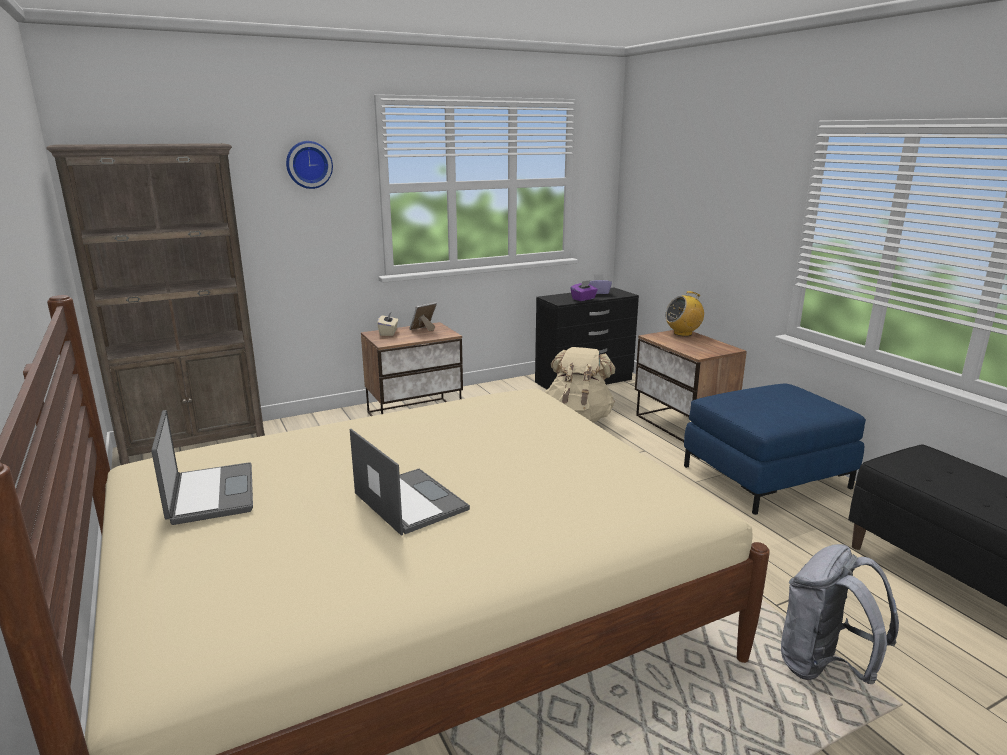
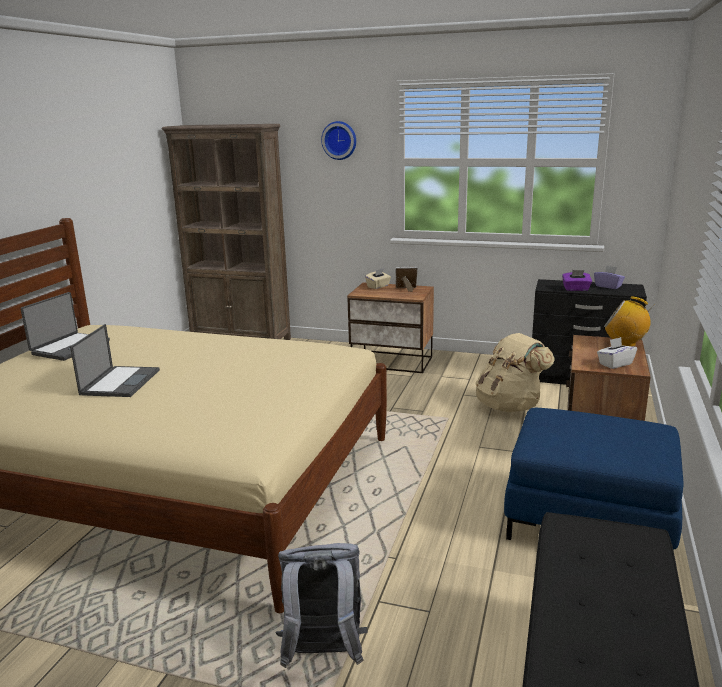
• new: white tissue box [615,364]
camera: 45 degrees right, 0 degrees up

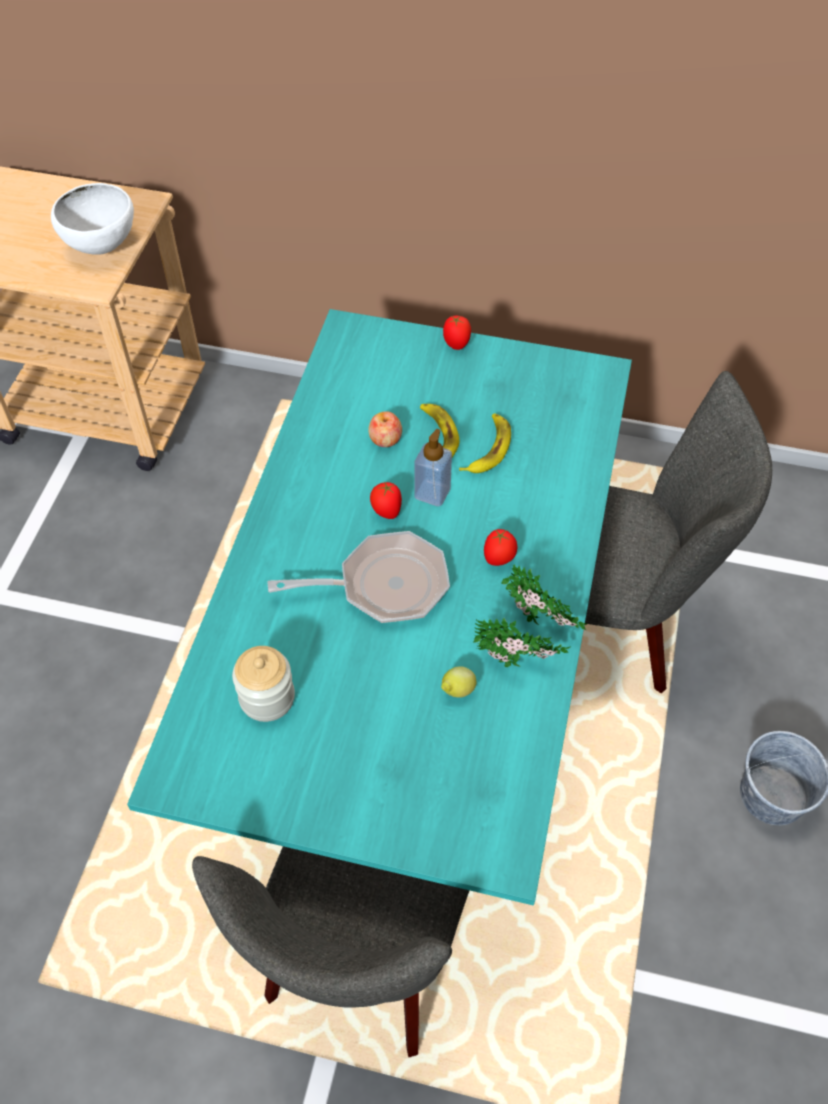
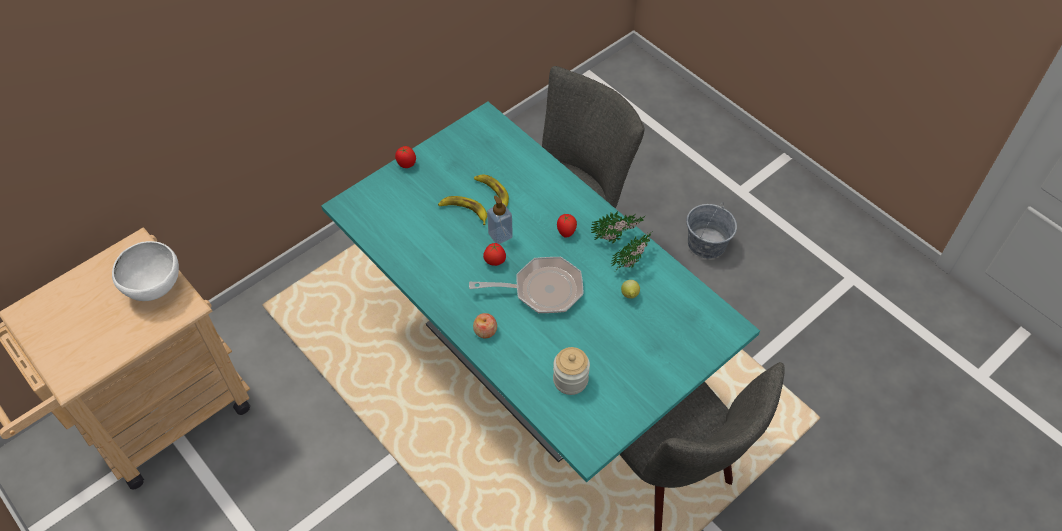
• rotated: frying pan [384,585] = [542,290] 60 degrees clockwise
• shifted: apple [385,438] to [485,331]
camera: 55 degrees left, 0 degrees up

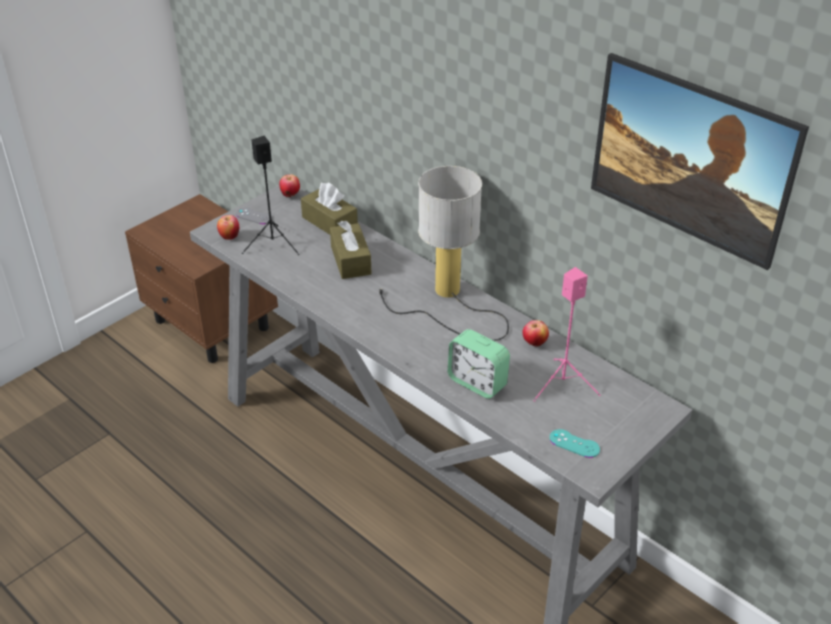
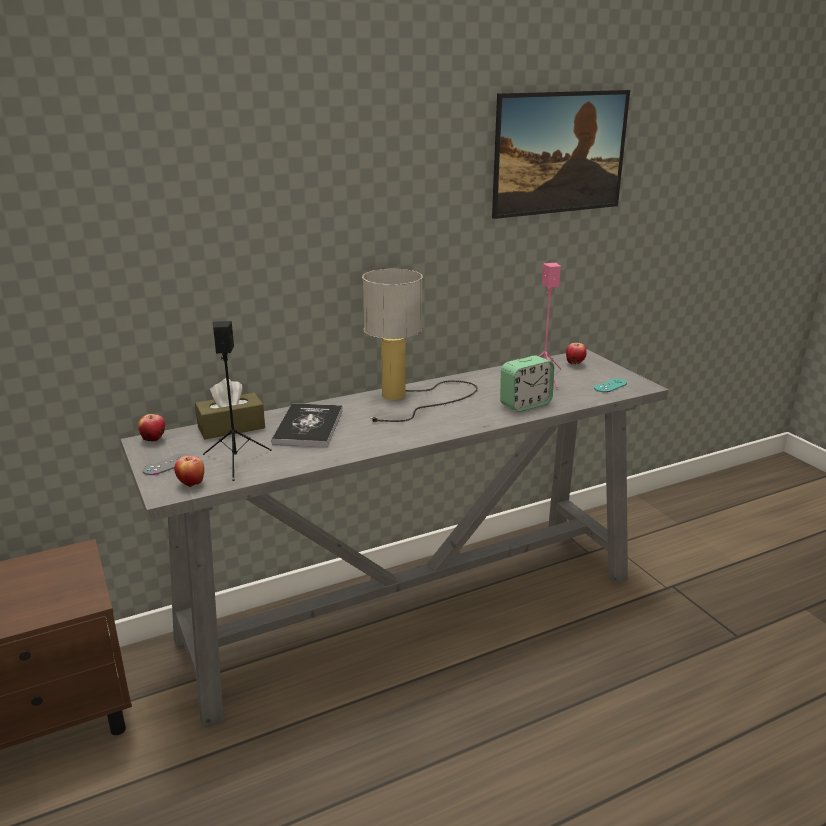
• swapped: brown tissue box [350,260] to book [308,427]
• shifted: apple [534,344] to [575,364]
camera: 70 degrees left, 15 degrees down

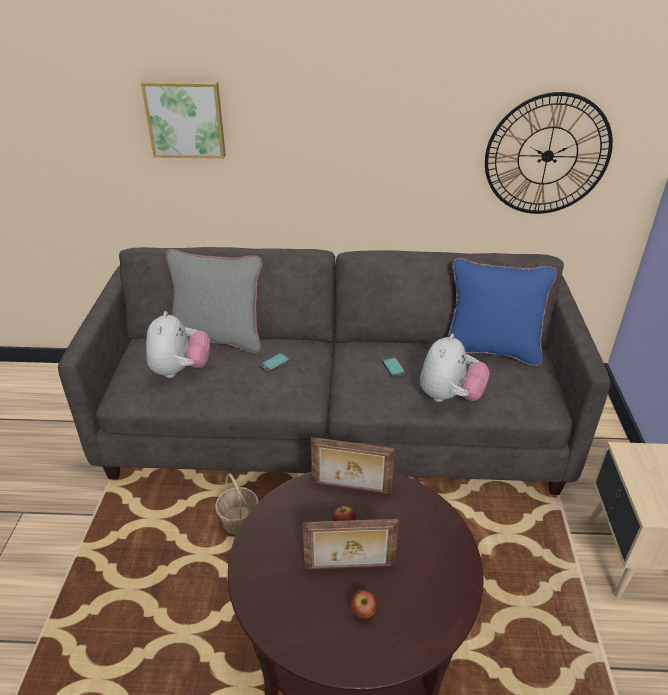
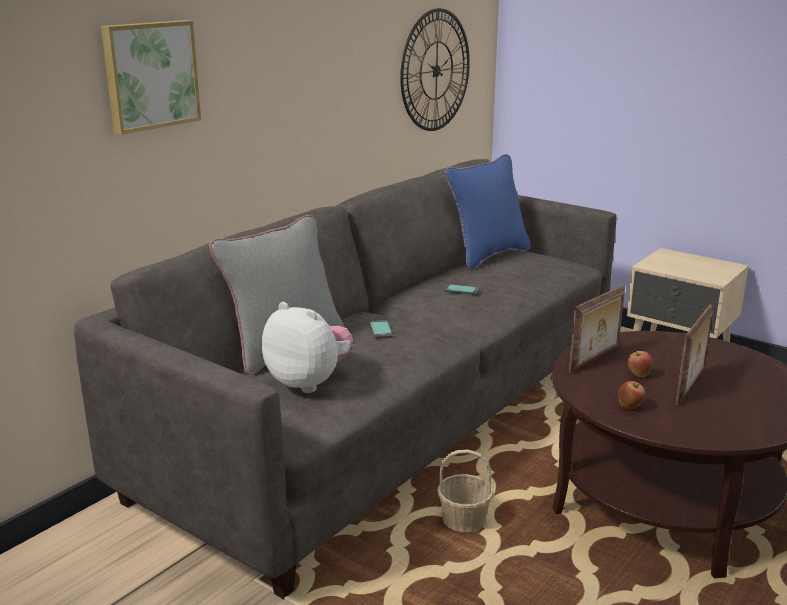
• shifted: apple [363,612] to [630,407]
• gone: plush toy [449,396]
camera: 55 degrees left, 15 degrees down

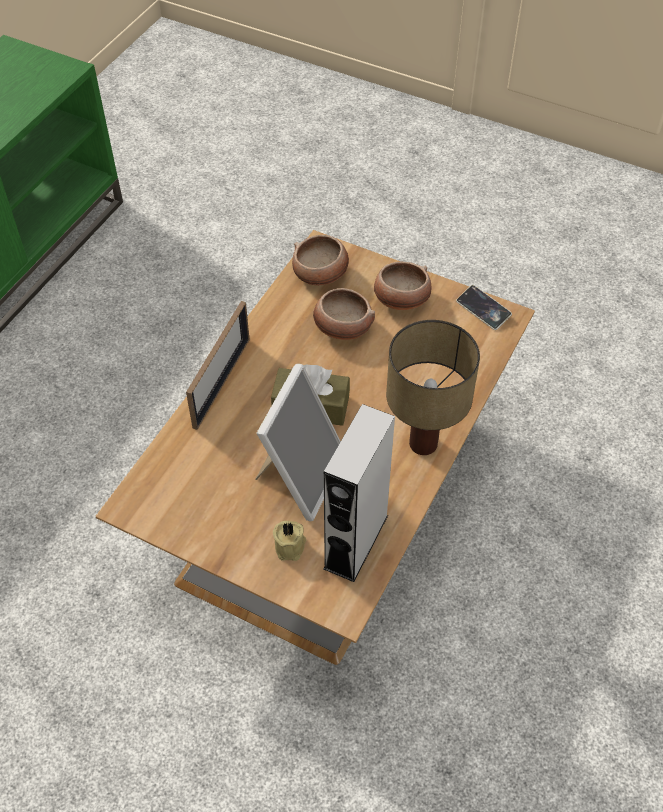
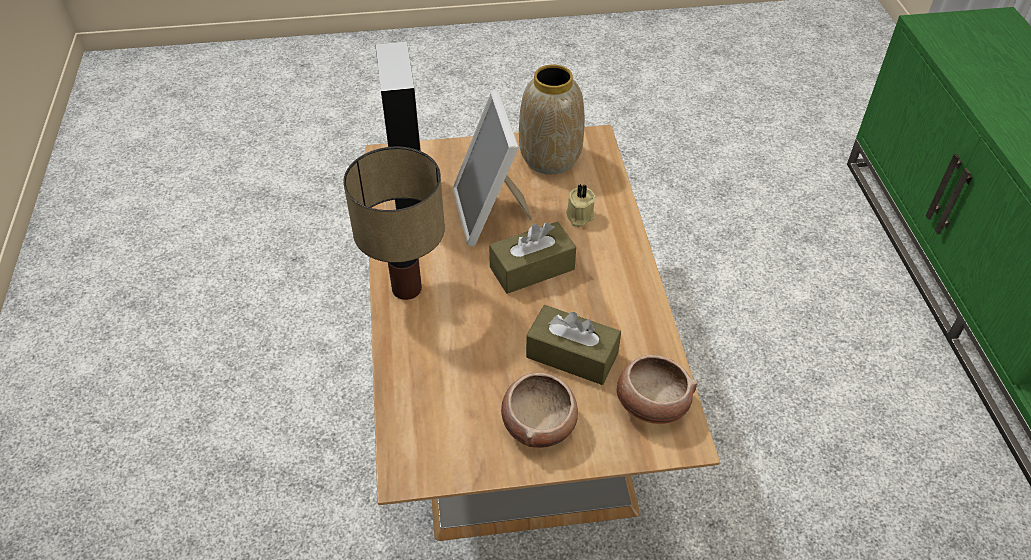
• gone: picture frame [221,382]
• shifted: beige candle [291,546] to [579,216]
• swapped: bowl [342,328] to brown tissue box [572,355]
• gone: phone [483,310]
• new: vase [549,158]
camera: 145 degrees right, 5 degrees down

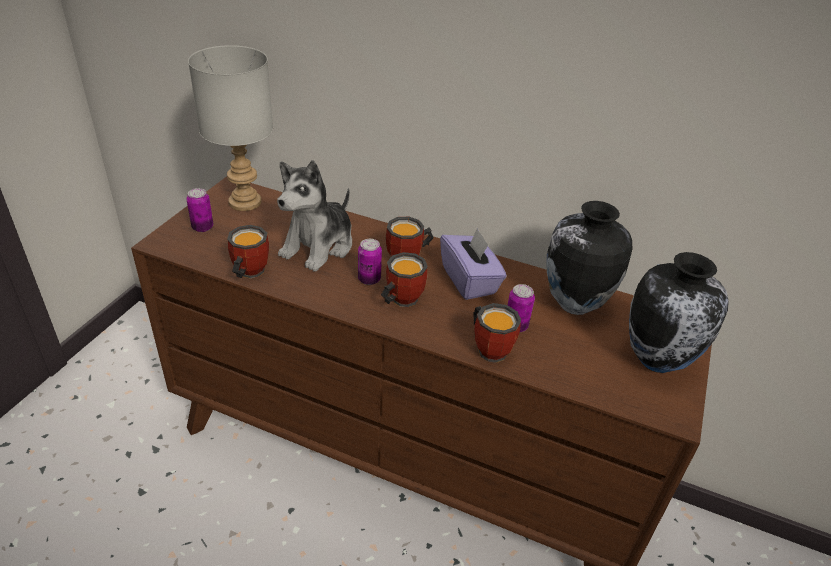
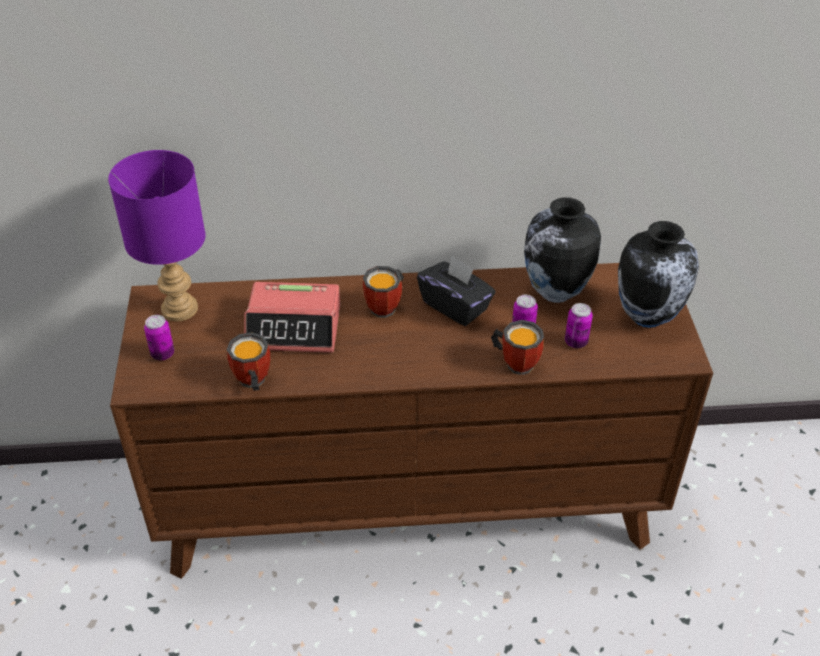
• repainted: grey table lamp [244,201] to purple table lamp [178,308]
• swapped: plush toy [319,246] to alarm clock [294,327]
• shifted: can [369,279] to [576,342]
• gone: mug [399,300]
• repainted: purple tissue box [469,280] to black tissue box [455,306]
camera: 25 degrees left, 5 degrees up

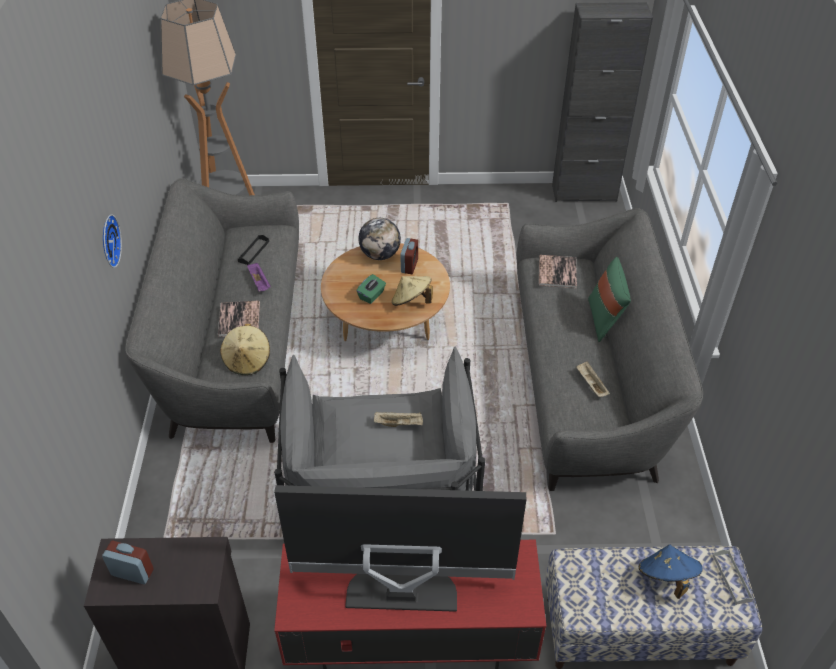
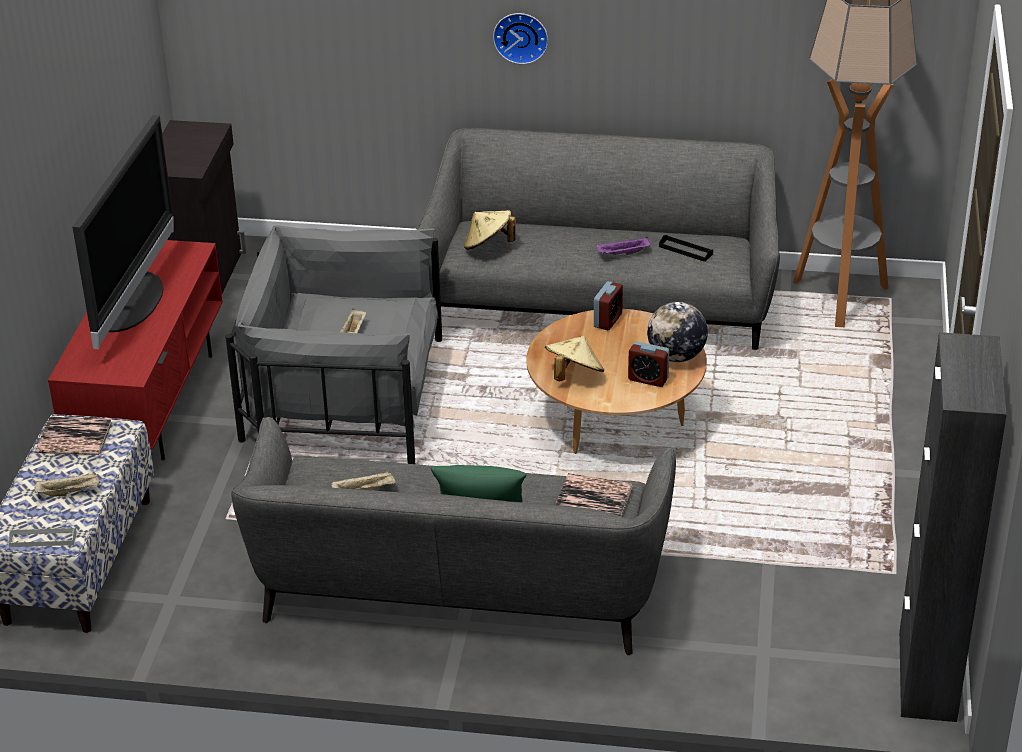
• shifted: alarm clock [132,572] to [608,320]
• shifted: book [239,319] to [74,438]
• gone: green tissue box [372,295]
• swapped: blue hat [666,577] to beige tray [69,492]
camera: 100 degrees right, 10 degrees down

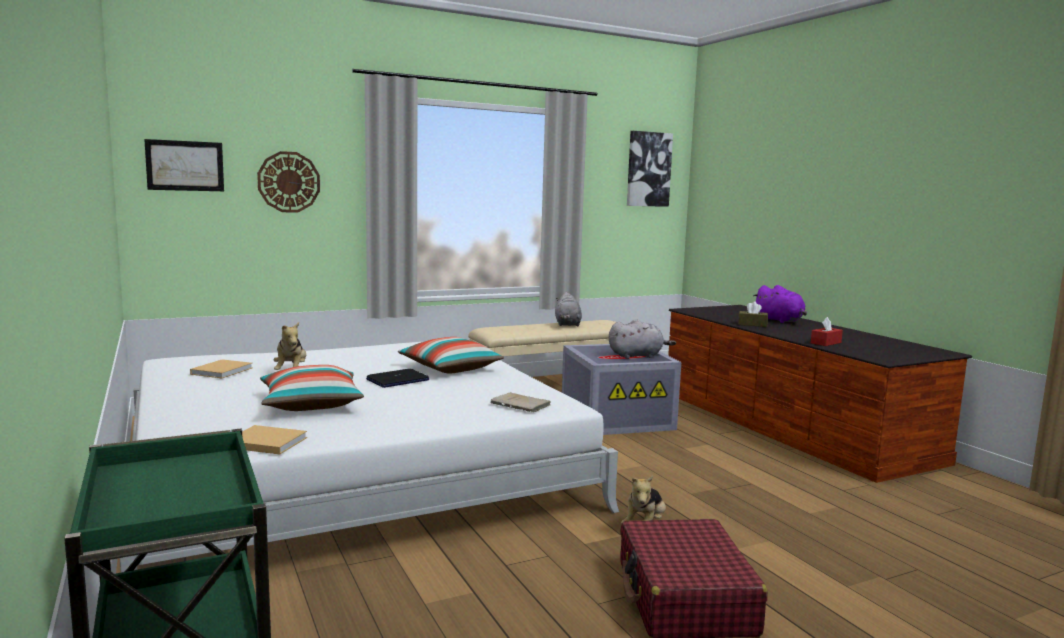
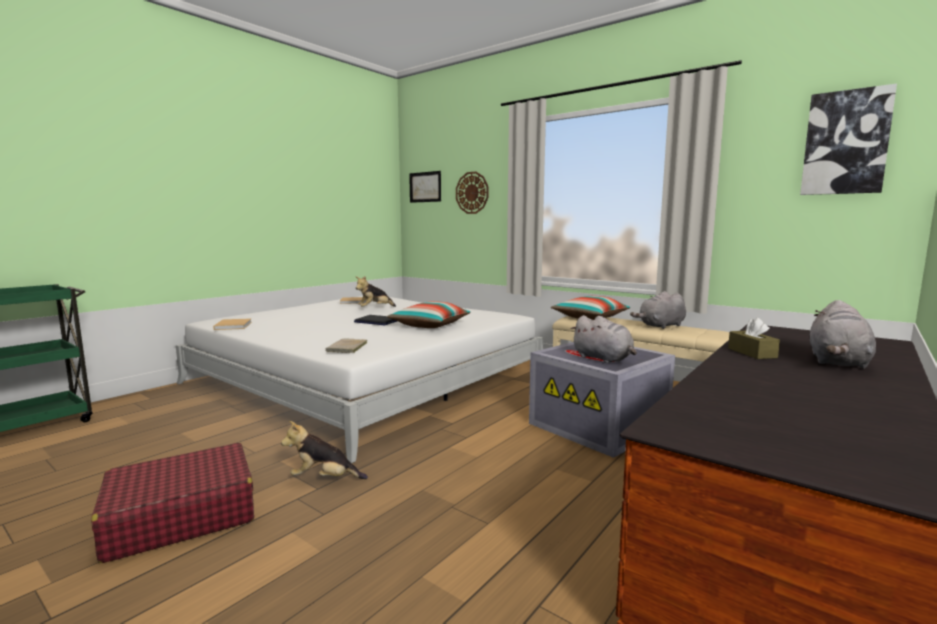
• shifted: pillow [311,404] to [590,318]
• repainted: purple plush toy [780,321] to grey plush toy [837,362]
• gone: red tissue box [826,343]
camera: 65 degrees right, 0 degrees up

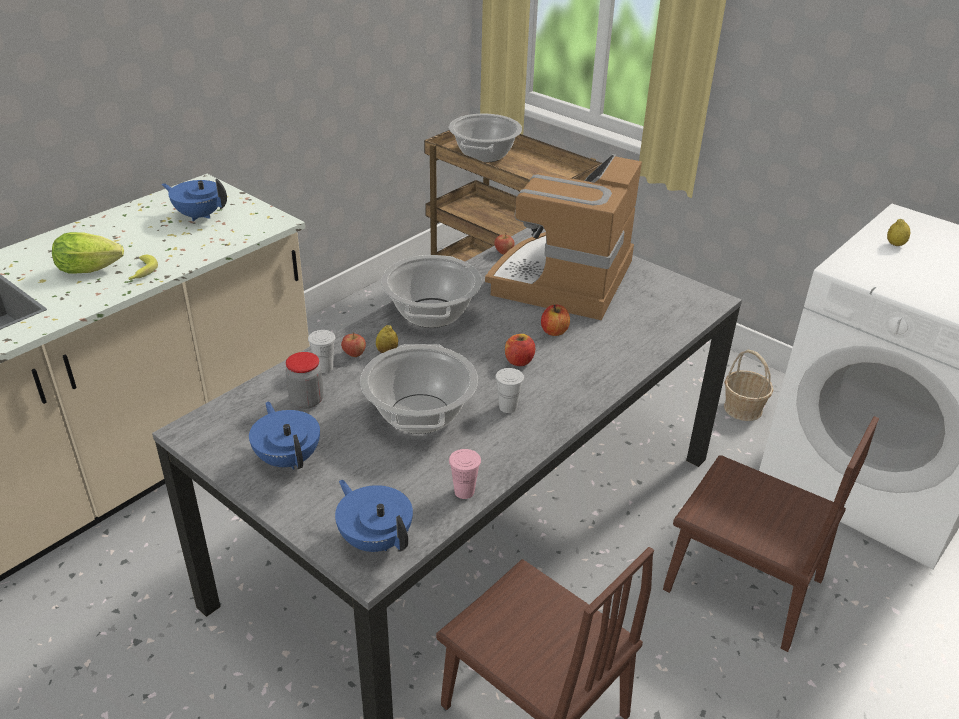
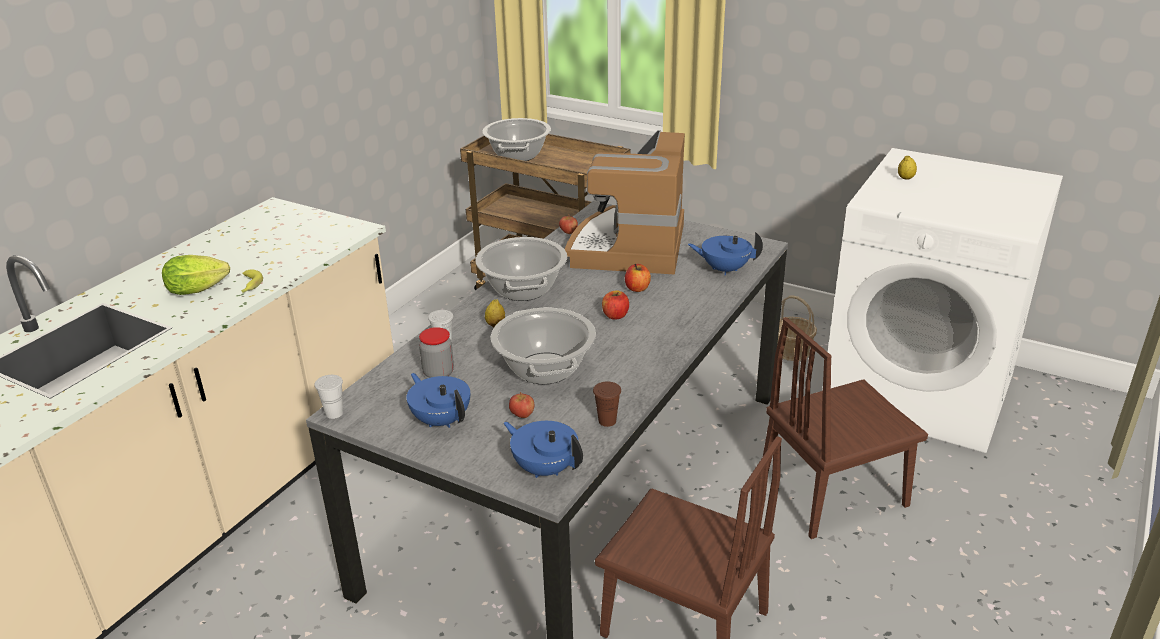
• shifted: blue teapot [199,215] to [724,269]
• shifted: apple [354,354] to [522,415]
• repainted: pink cup [464,492] to brown cup [607,421]
• shifted: white cup [508,407] to [334,413]
• rotated: brown chair [742,585] = [833,492] 135 degrees clockwise
camera: 10 degrees left, 5 degrees down

